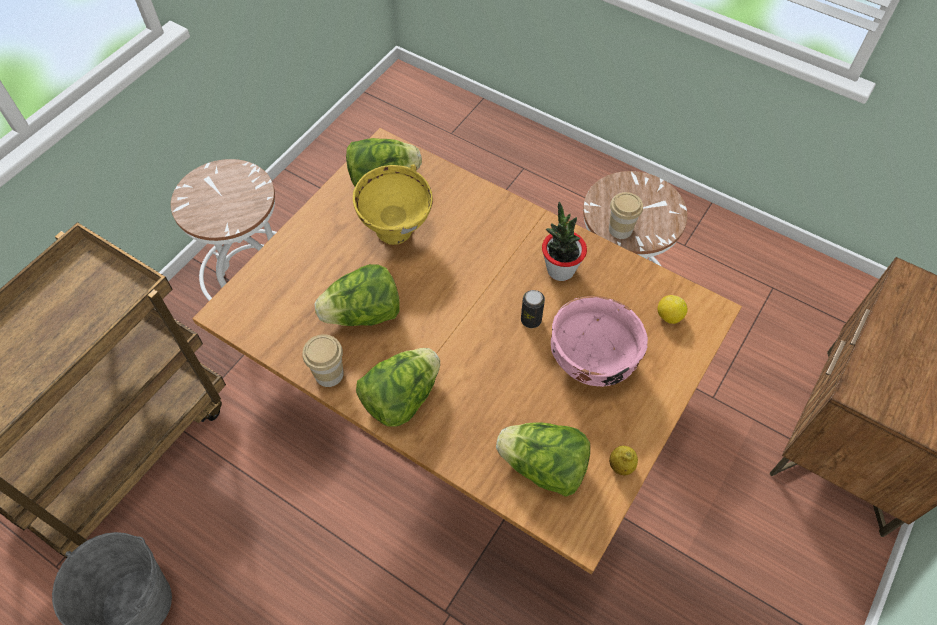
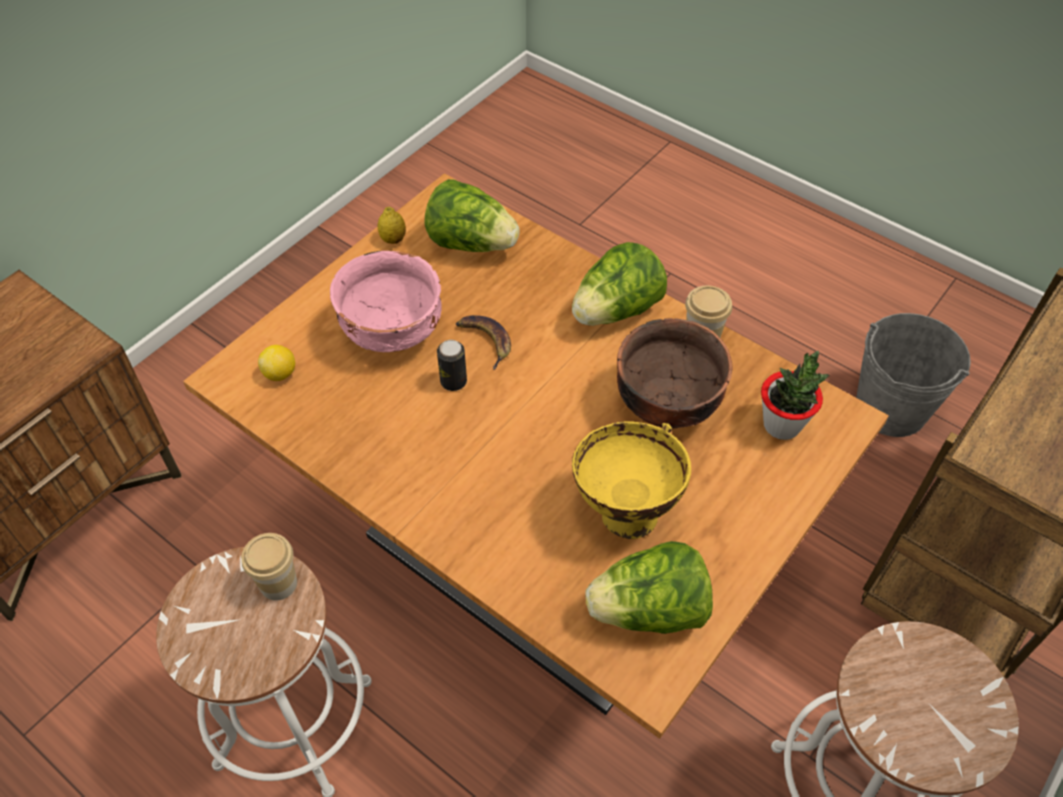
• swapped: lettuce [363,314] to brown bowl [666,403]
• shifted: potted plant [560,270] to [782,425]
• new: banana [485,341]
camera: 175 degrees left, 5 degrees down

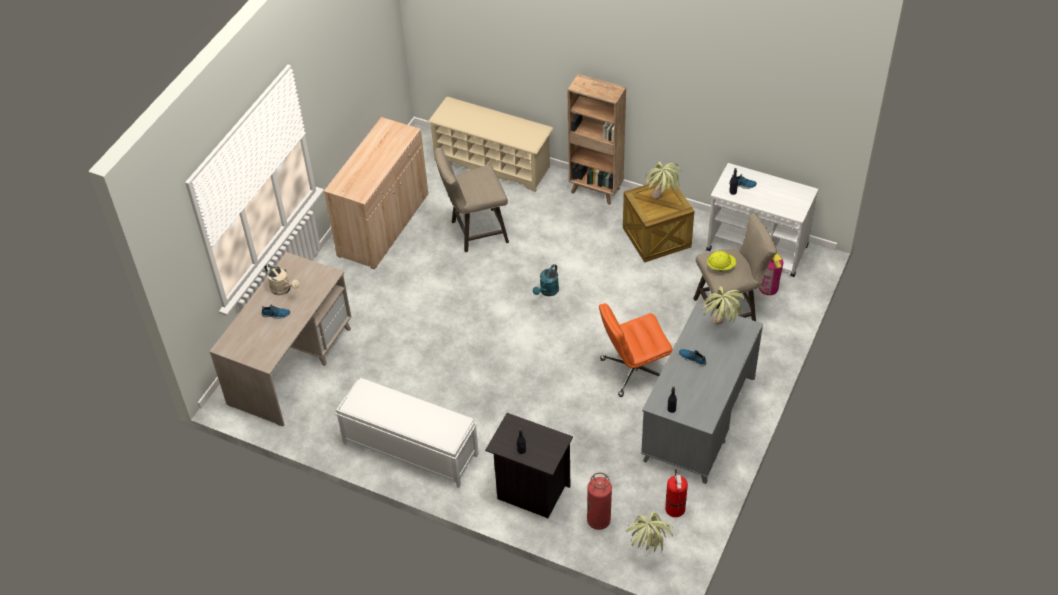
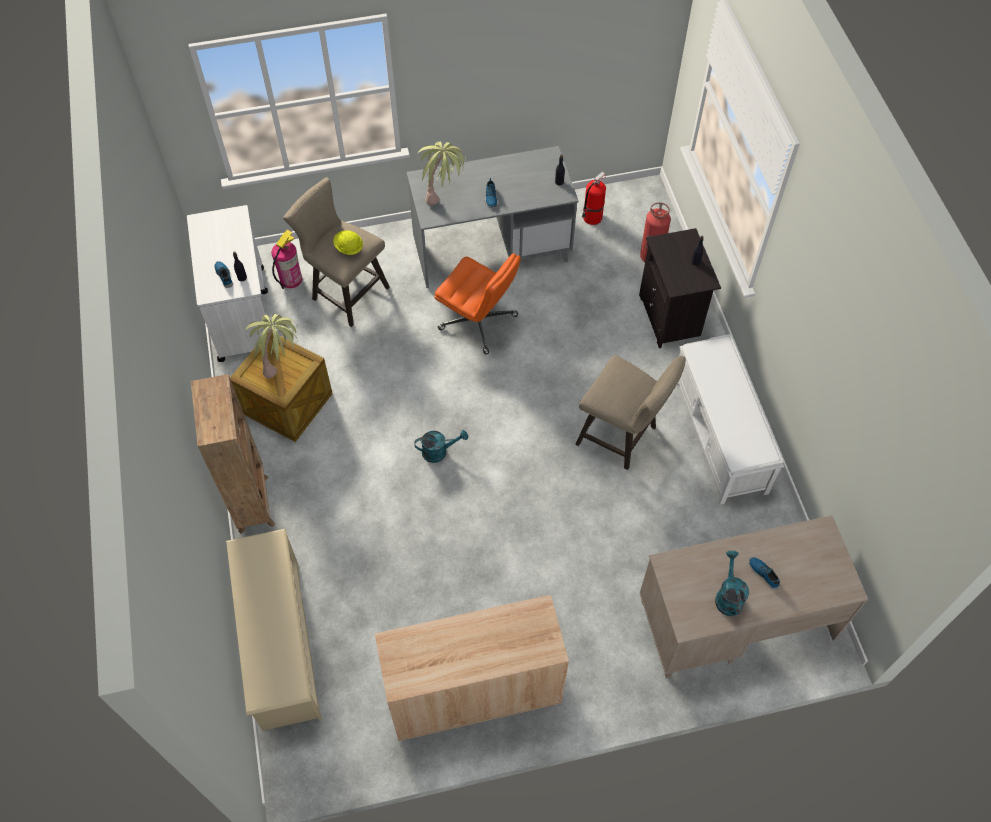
• repainted: beige watering can [283,289] to turquoise watering can [728,596]
• shifted: beige stool [475,232] to [621,437]
• gone: potted plant [648,554]
camera: 130 degrees left, 10 degrees up

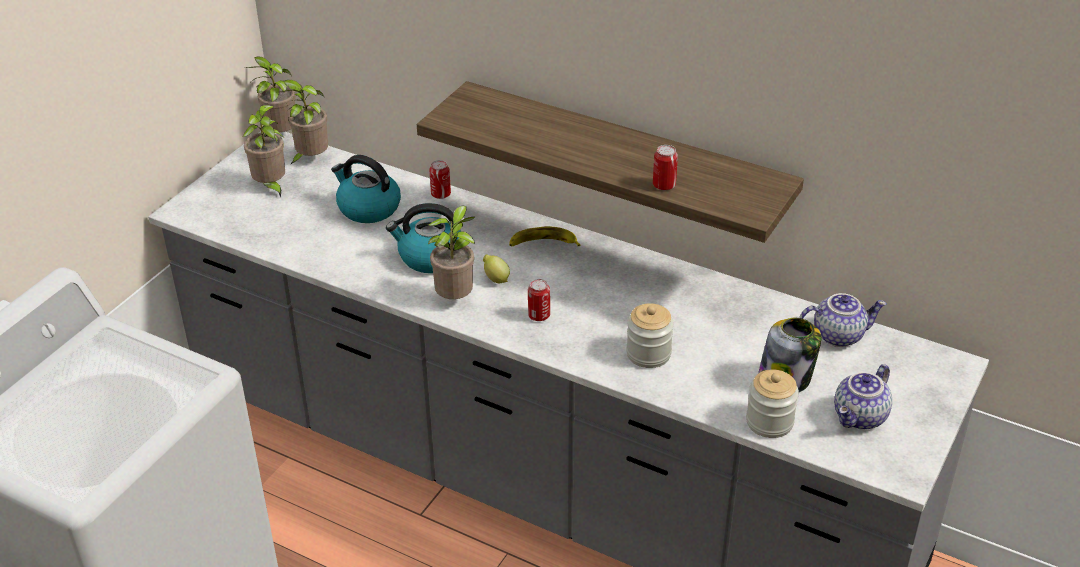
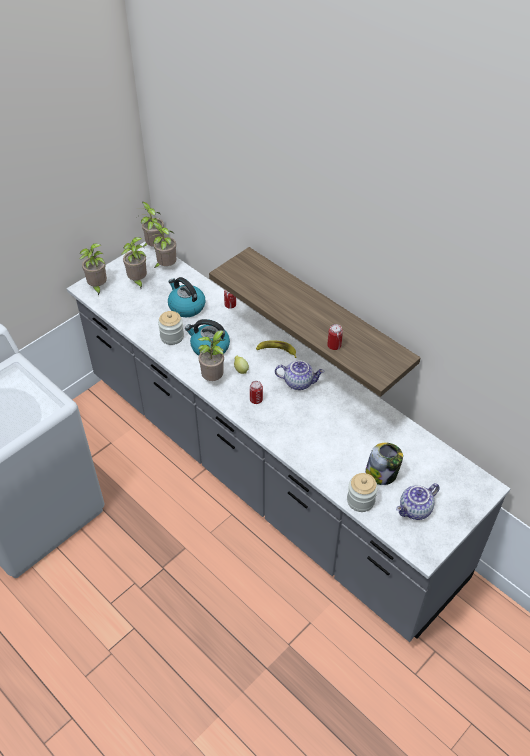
• shifted: jar [648,354] to [172,337]
• shifted: teapot [838,335] to [299,382]
• new: potted plant [97,287]
camera: 15 degrees right, 10 degrees up

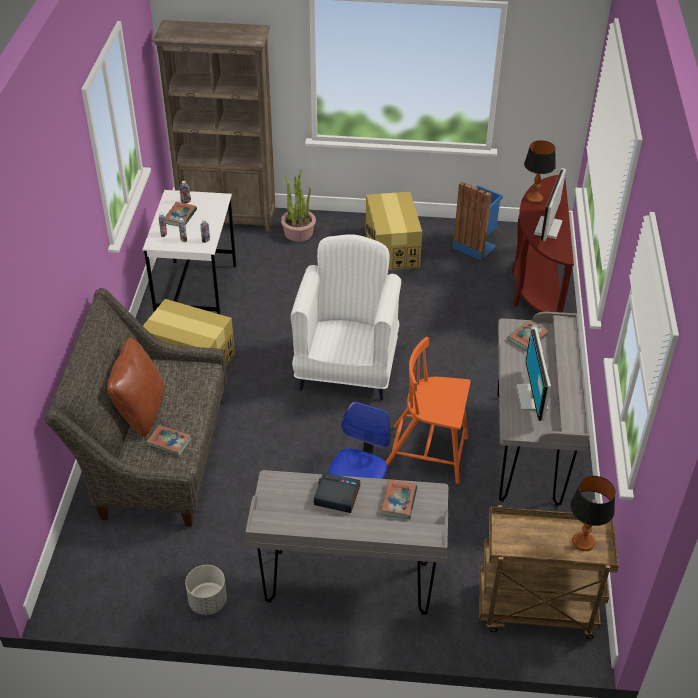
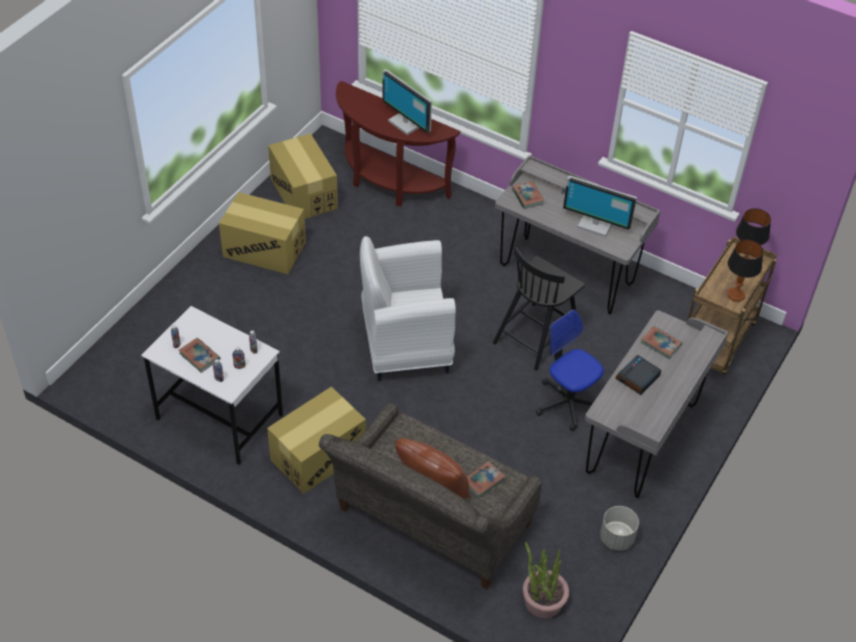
• gone: brown bookcase [228,218]
• shifted: potted plant [298,232] to [543,600]
• rotated: white armchair [347,368] = [404,346] 45 degrees counterclockwise
• repainted: orange chair [427,453] to black chair [536,335]
• swapped: blue trash can [475,245] to cardboard box [304,194]
• shifted: table lamp [534,198] to [736,295]
camera: 65 degrees left, 5 degrees up

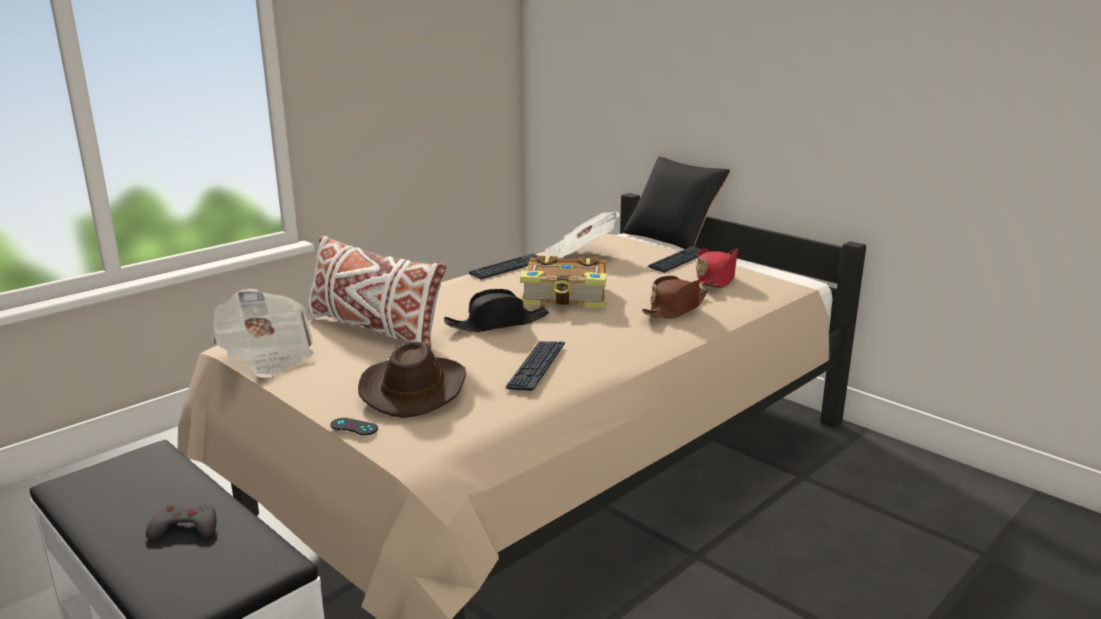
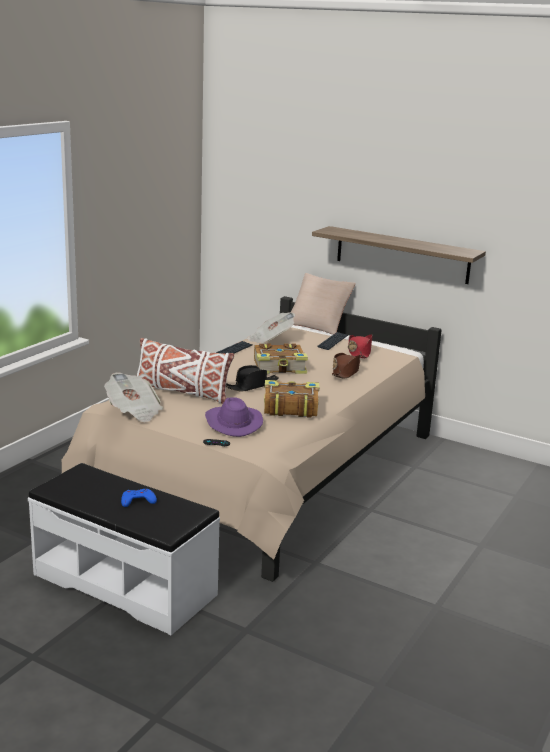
• repainted: grey game controller [185,528] to blue game controller [138,501]
• repainted: brown hat [414,389] to purple hat [232,423]
• swapped: keyboard [536,366] to book [290,407]
• repainted: black pillow [672,237] to beige pillow [318,325]
• new: shelf [402,255]
camera: 15 degrees left, 0 degrees up

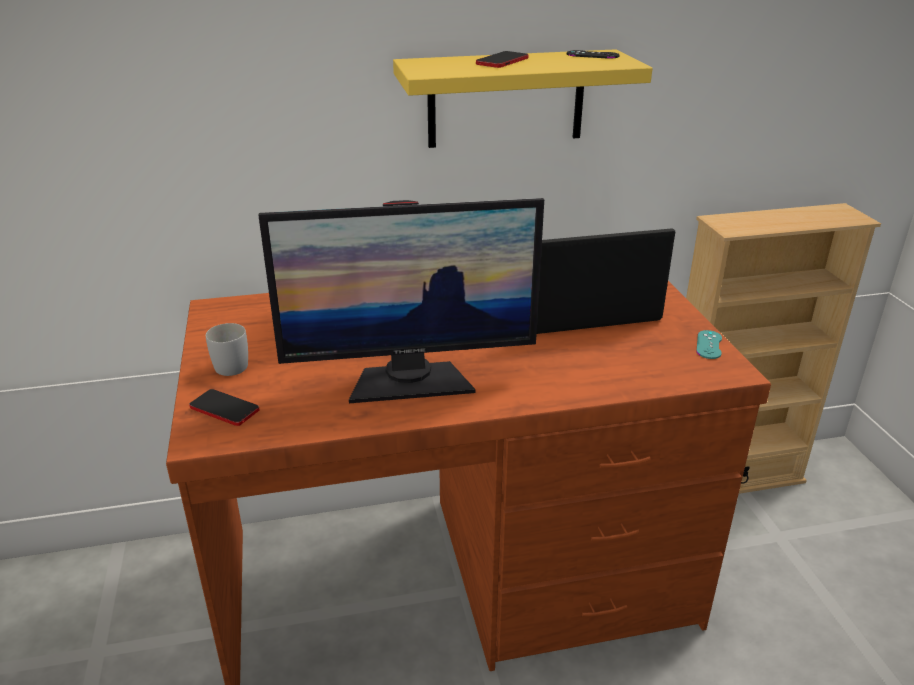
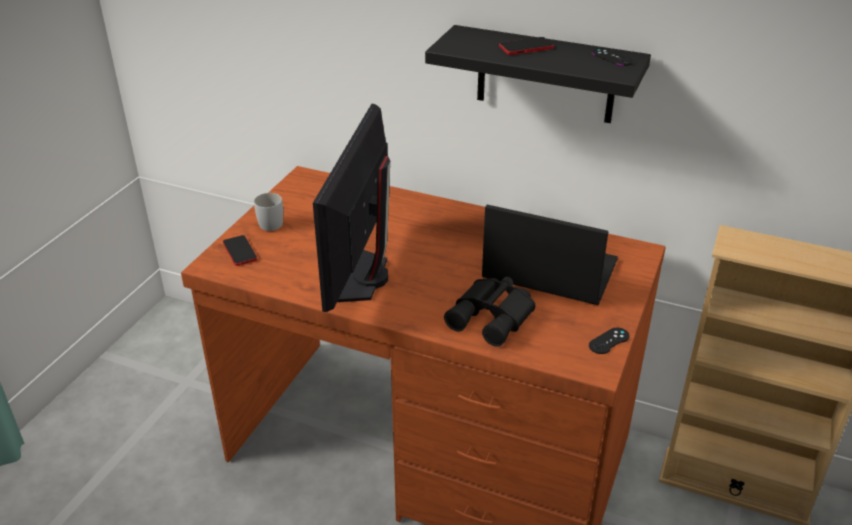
• rotated: monitor [409,380] = [362,277] 75 degrees clockwise
• repainted: yellow shelf [506,99] to black shelf [545,75]
• repainted: turquoise game controller [709,345] to black game controller [609,341]
• new: black binoculars [493,317]
camera: 35 degrees right, 5 degrees up

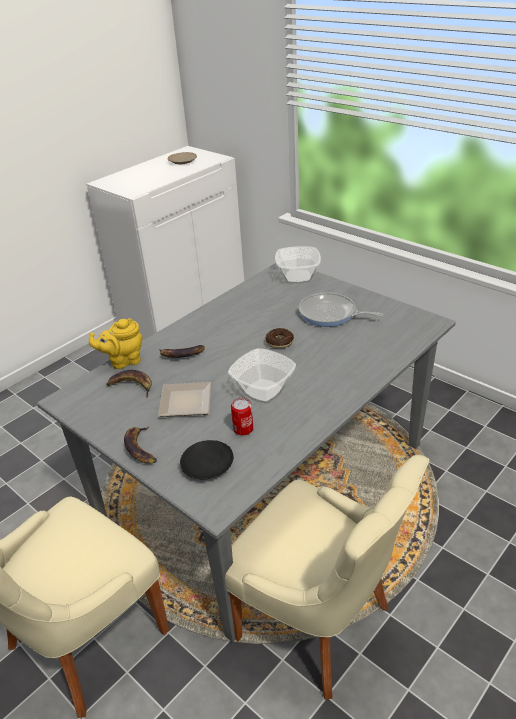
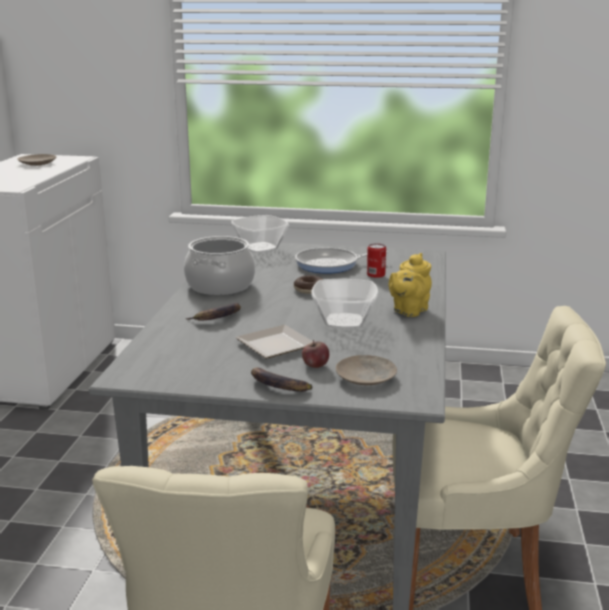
• shifted: yellow teapot [123,361] to [408,311]
• gone: banana [132,386]
• repainted: black plate [208,465] to beige plate [366,377]
• shifted: can [243,429] to [376,275]
• new: cooking pot [220,286]
• new: apple [315,365]
camera: 35 degrees left, 15 degrees down

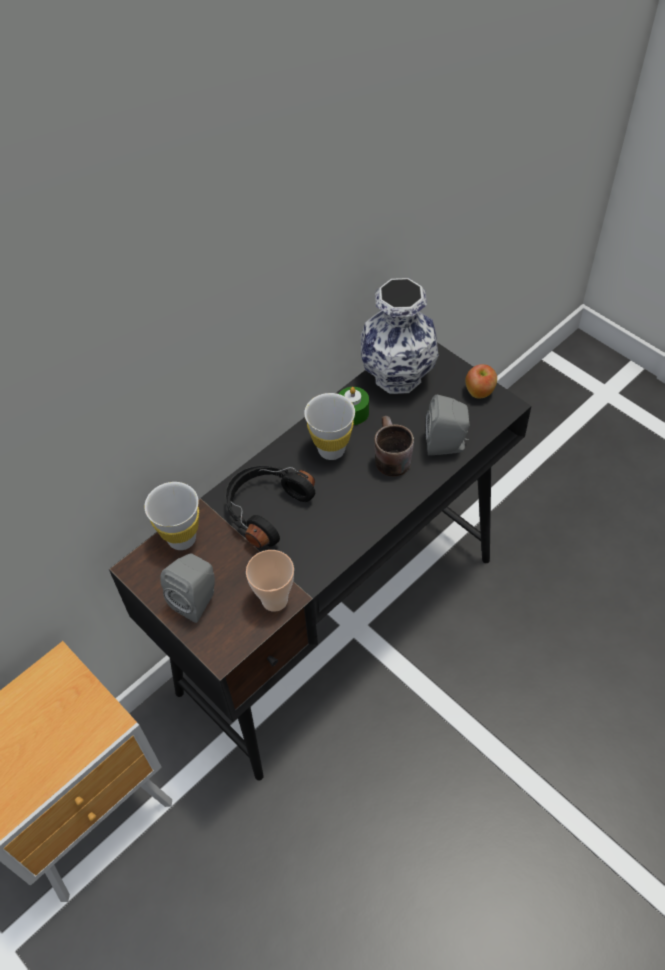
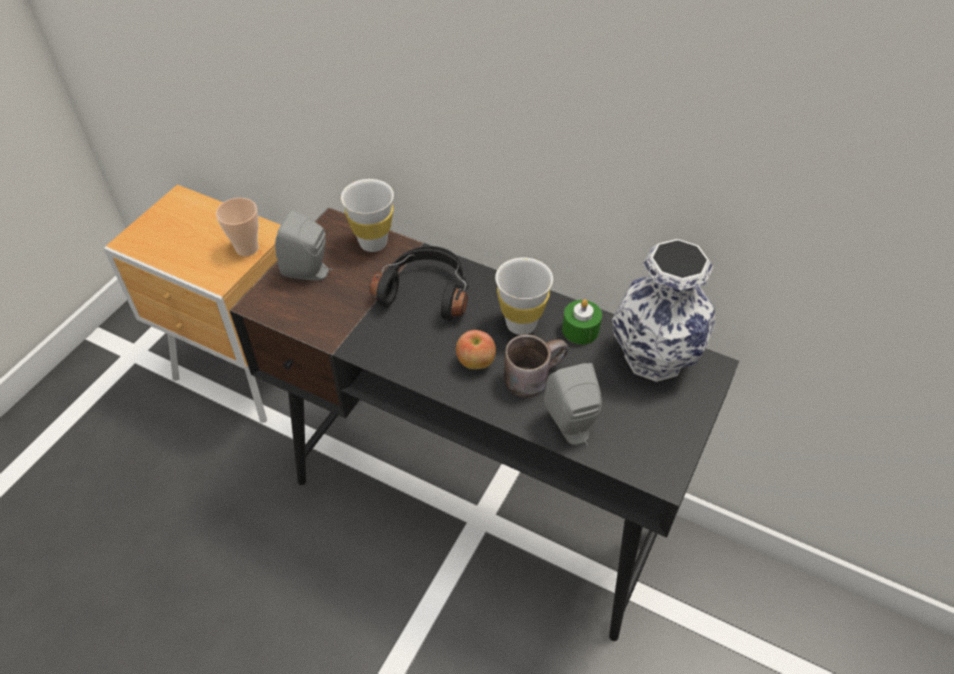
• shifted: cup [274,599] to [247,248]
• shifted: apple [480,392] to [475,363]
camera: 70 degrees right, 5 degrees down

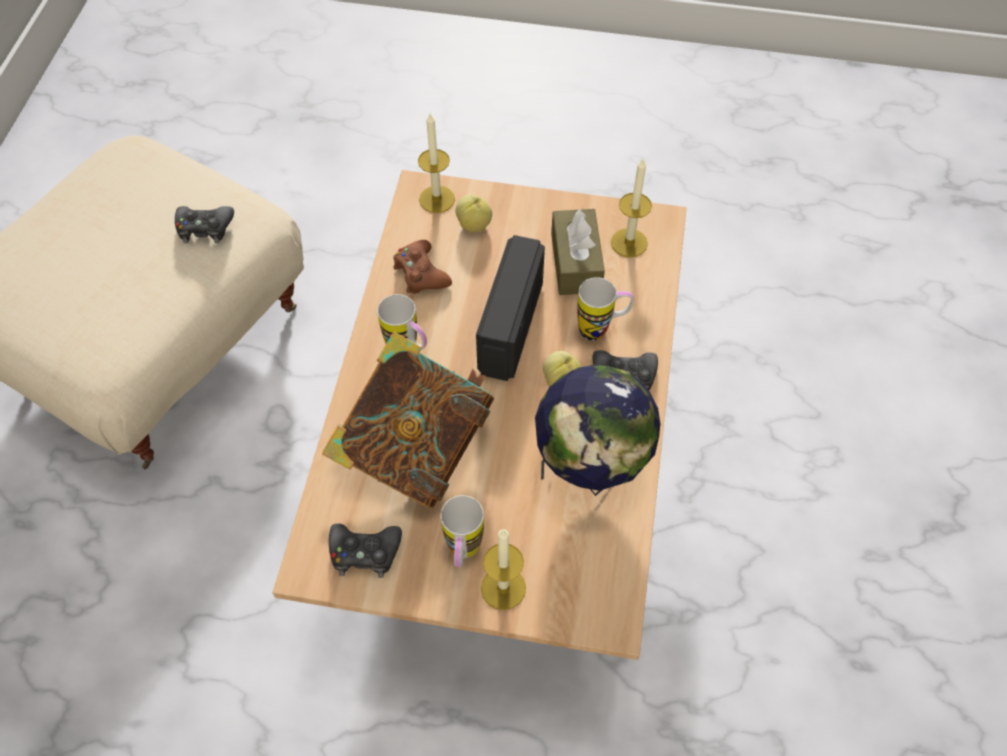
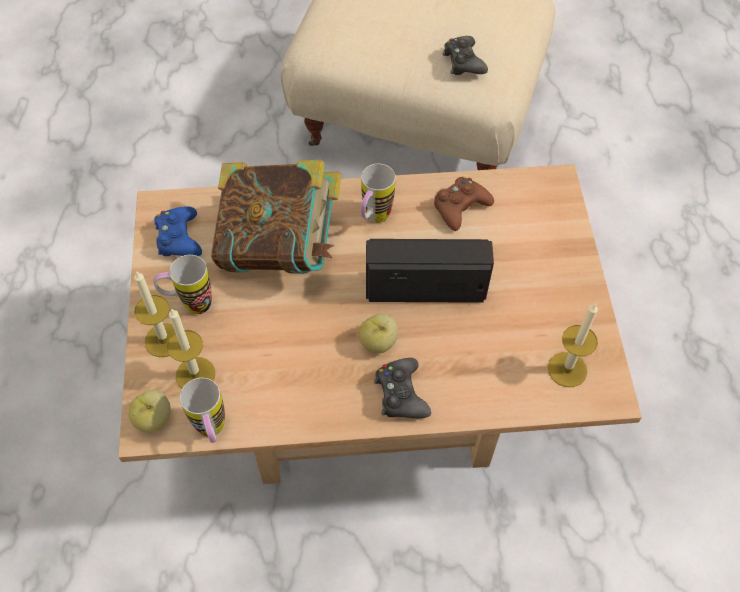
• repainted: black game controller [364,552] to blue game controller [178,238]
• shifted: candle [437,199] to [195,374]
• shifted: apple [474,224] to [154,419]
• gone: globe [590,471]
• gone: brown tissue box [576,262]
• shifted: mug [601,329] to [212,432]
camera: 75 degrees right, 0 degrees up

